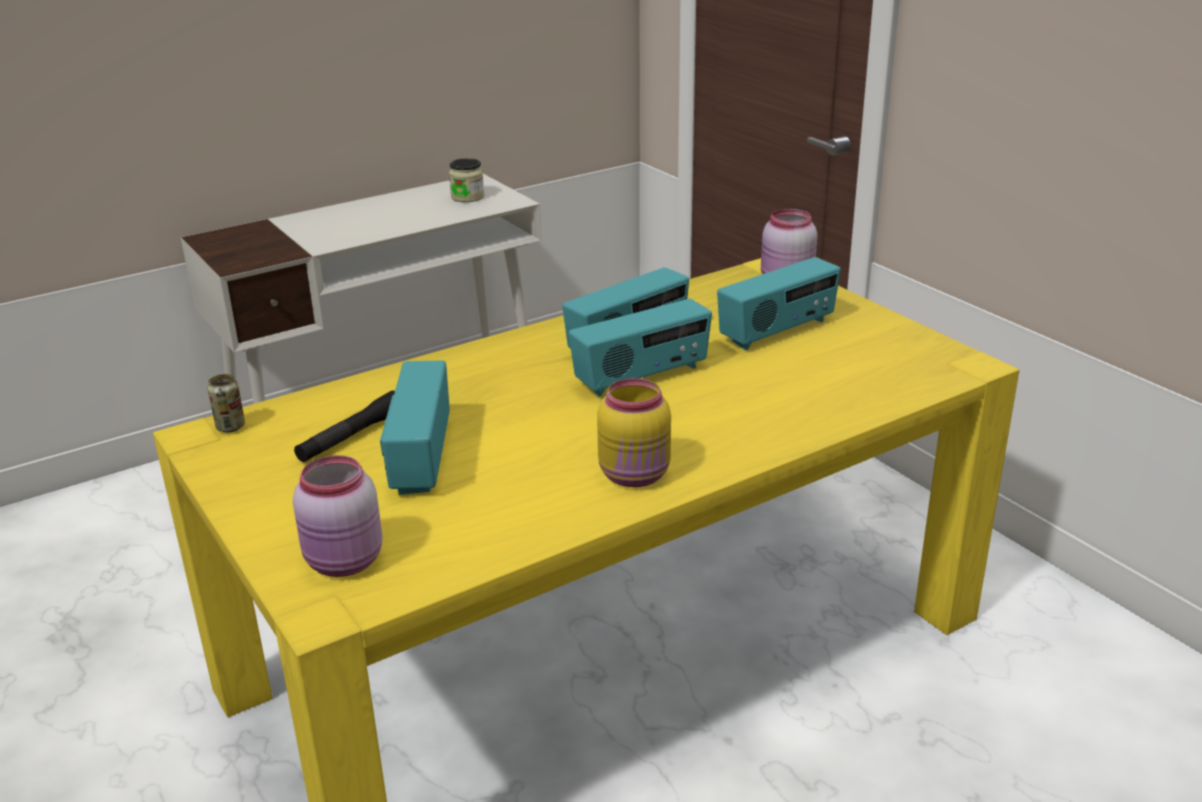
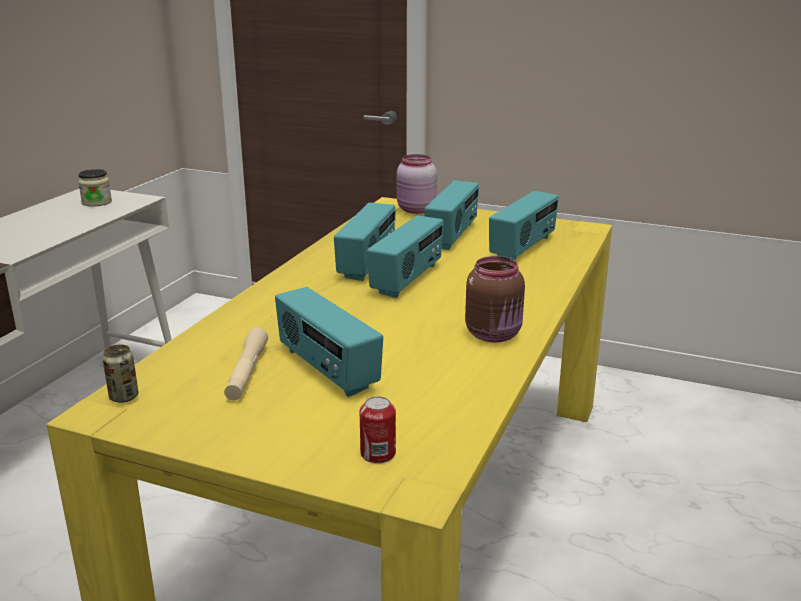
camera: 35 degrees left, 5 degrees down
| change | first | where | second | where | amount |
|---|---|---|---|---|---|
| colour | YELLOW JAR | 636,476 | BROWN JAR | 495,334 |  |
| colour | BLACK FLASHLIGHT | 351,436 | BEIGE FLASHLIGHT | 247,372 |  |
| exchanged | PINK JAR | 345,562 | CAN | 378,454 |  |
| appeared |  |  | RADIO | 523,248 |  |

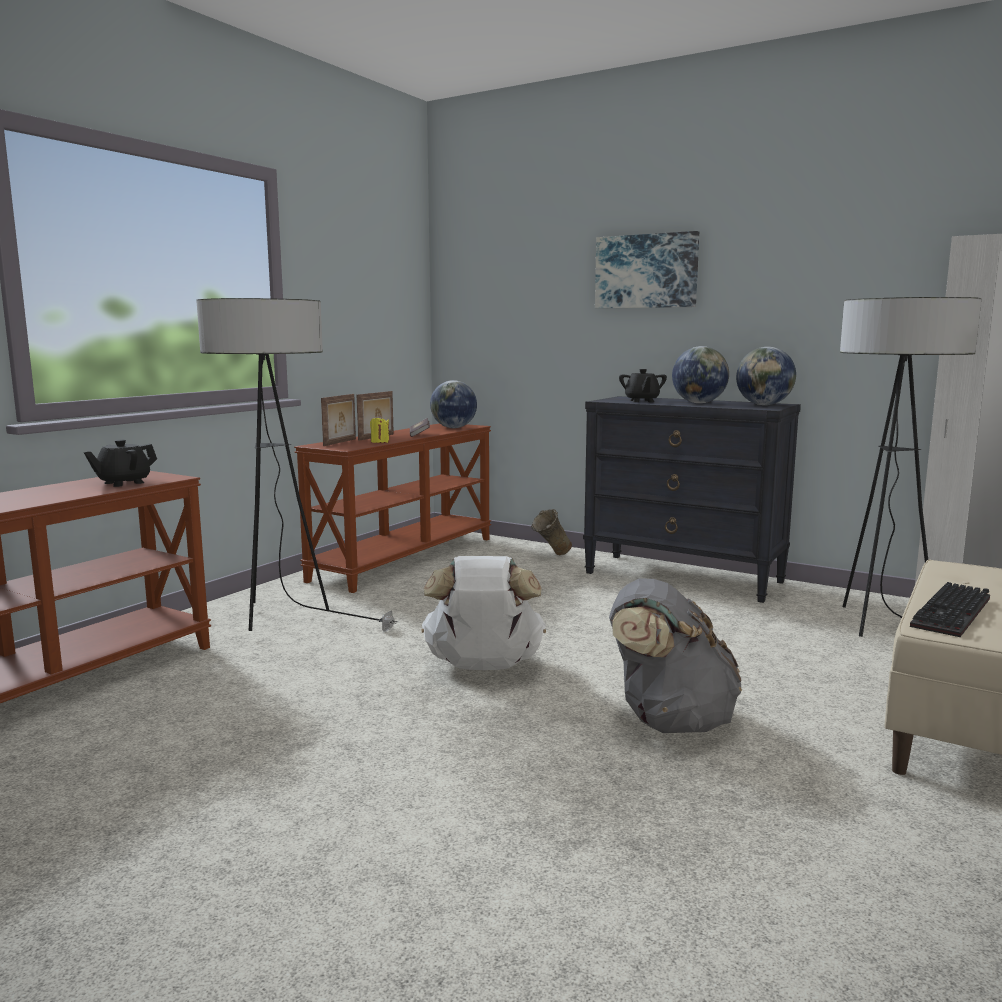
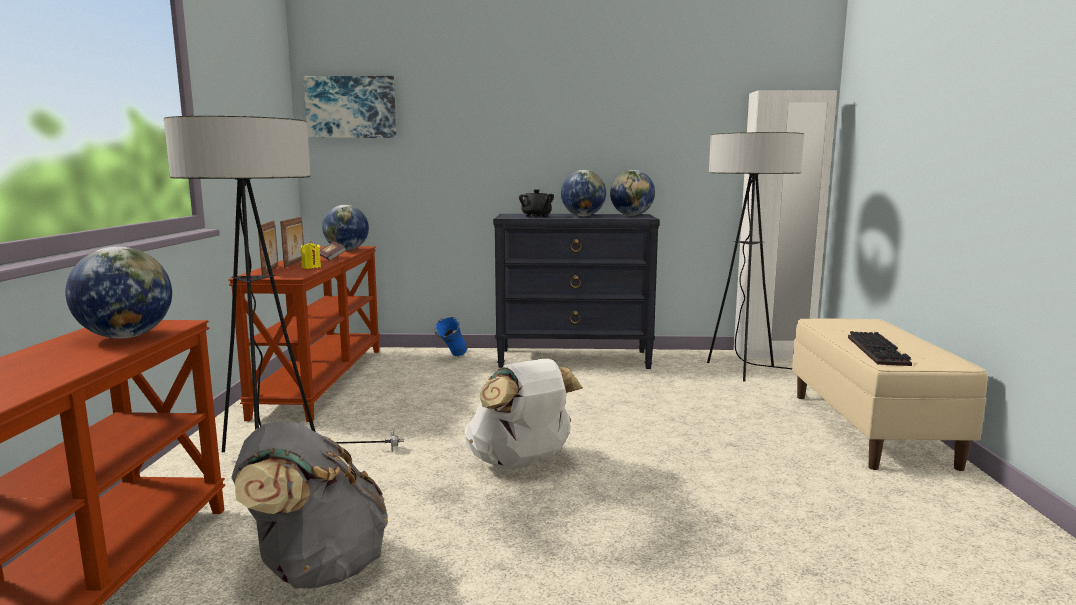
camera: 30 degrees left, 0 degrees up
| change | first | where | second | where | amount |
|---|---|---|---|---|---|
| relocated | PICTURE | 646,271 |  | 351,107 |  |
| exchanged | BLACK TEAPOT | 123,483 | GLOBE | 126,336 |  |
| colour | BEIGE VASE | 551,556 | BLUE VASE | 452,358 |  |
| relocated | GREY BACKPACK | 669,721 |  | 316,568 |  |

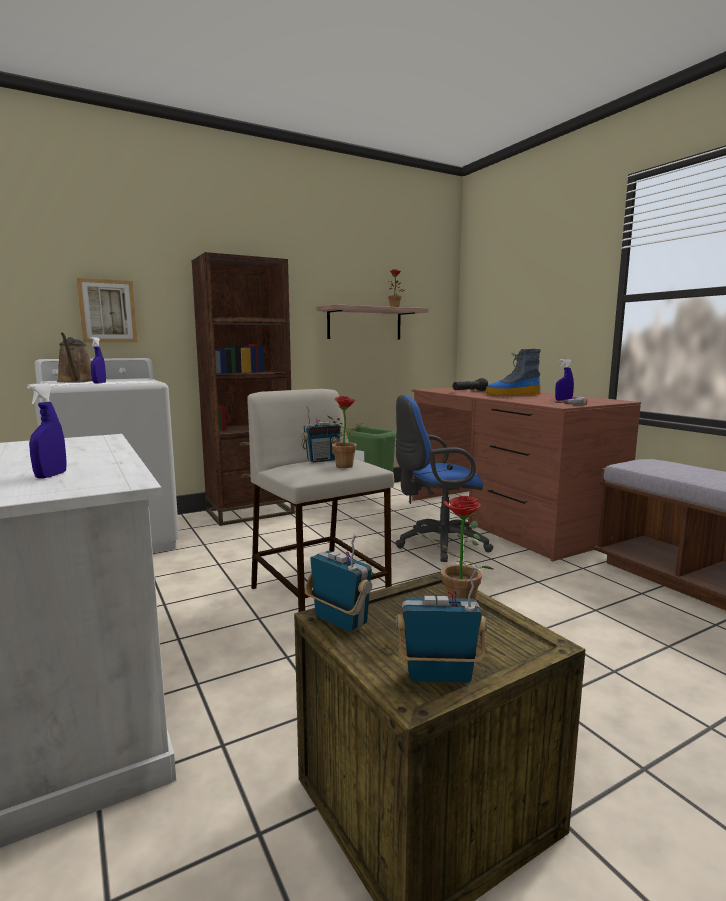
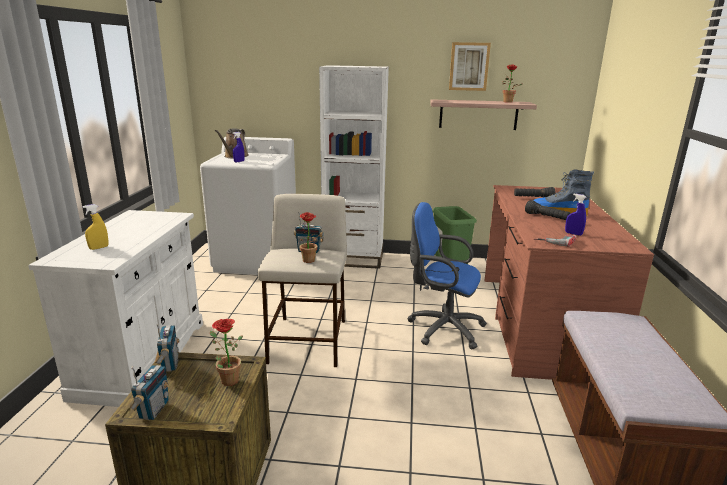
camera: 35 degrees right, 10 degrees up
| change | first | where | second | where | amount |
|---|---|---|---|---|---|
| colour | BROWN BOOKCASE | 250,512 | WHITE BOOKCASE | 353,259 |  |
| relocated | PICTURE | 107,311 |  | 469,66 |  |
| colour | BLUE SPRAY BOTTLE | 51,475 | YELLOW SPRAY BOTTLE | 99,248 |  |
| spun | RADIO | 439,675 |  | 153,409 | 60 degrees clockwise |
| appeared |  |  | BLACK FLASHLIGHT | 546,217 |  |

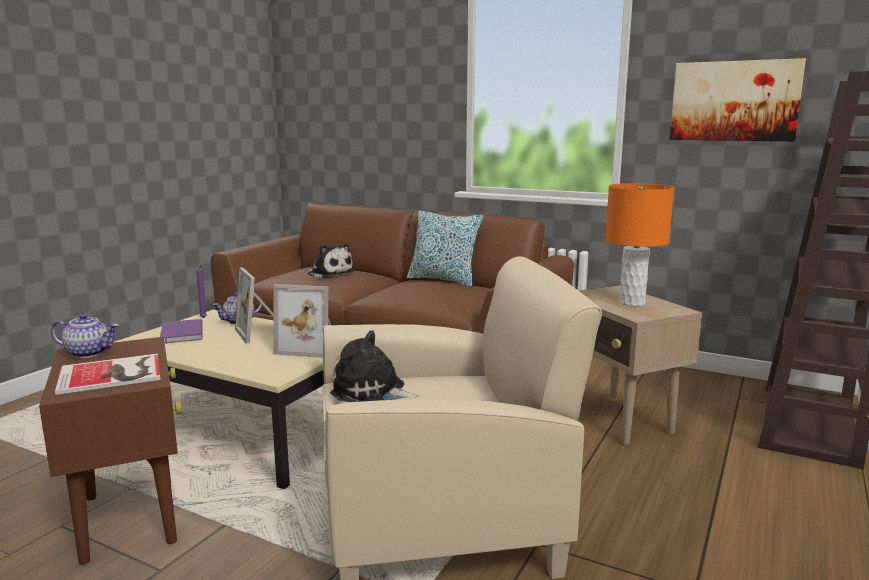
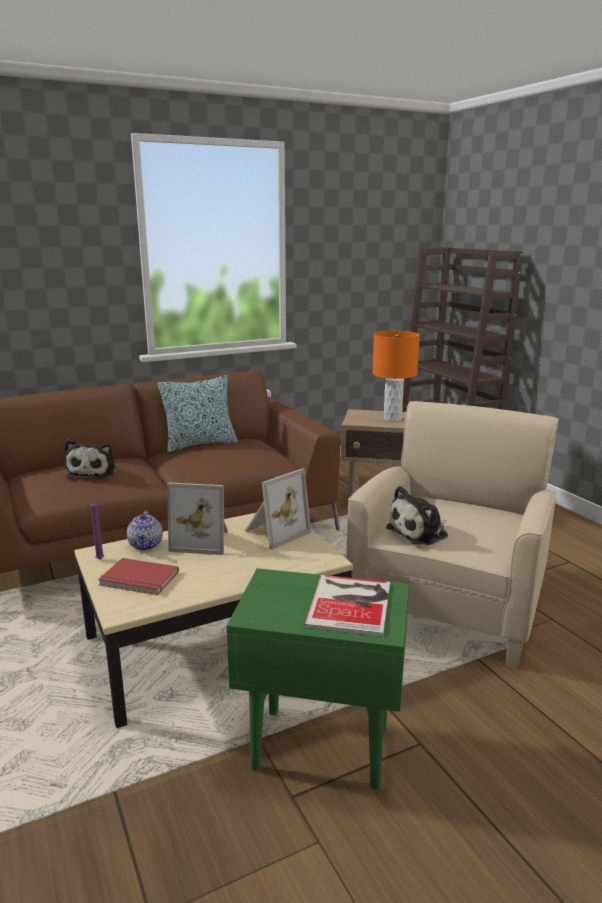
camera: 55 degrees left, 5 degrees up
| change | first | where | second | where | amount |
|---|---|---|---|---|---|
| missing | PICTURE | 734,101 |  |  |  |
| spun | PLUSH TOY | 329,273 |  | 93,472 | 105 degrees clockwise |
| missing | TEAPOT | 89,353 |  |  |  |
| colour | PURPLE BOOK | 180,334 | RED BOOK | 138,580 |  |
| colour | BROWN SIDE TABLE | 130,518 | GREEN SIDE TABLE | 319,747 |  |

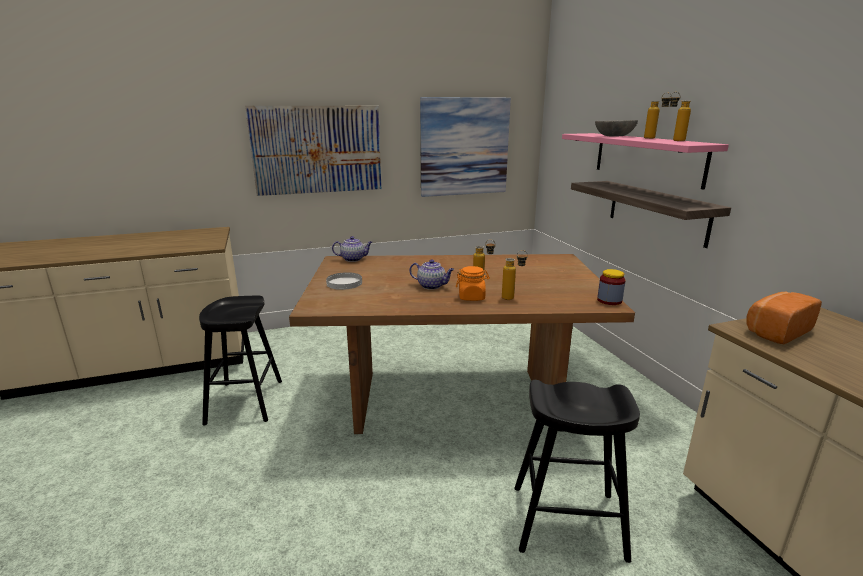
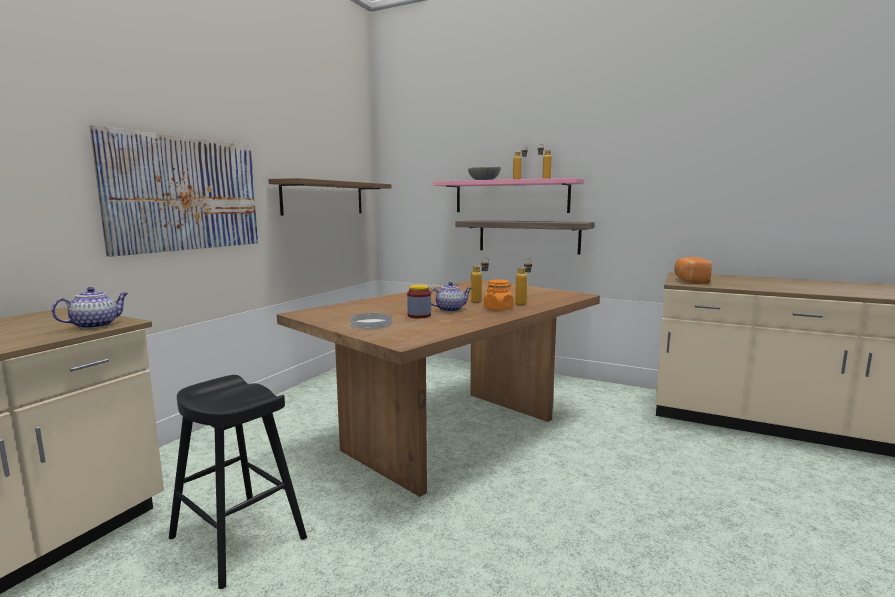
camera: 45 degrees left, 10 degrees down
| change | first | where | second | where | amount |
|---|---|---|---|---|---|
| exchanged | PICTURE | 464,147 | BROWN SHELF | 324,198 |  |
| relocated | TEAPOT | 353,259 |  | 96,325 |  |
| relocated | JAR | 609,300 |  | 419,315 |  |
| missing | BLACK STOOL | 568,522 |  |  |  |

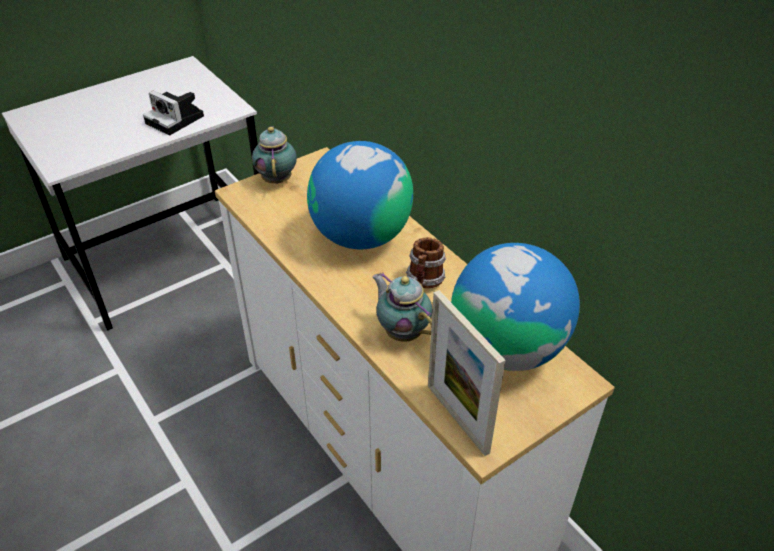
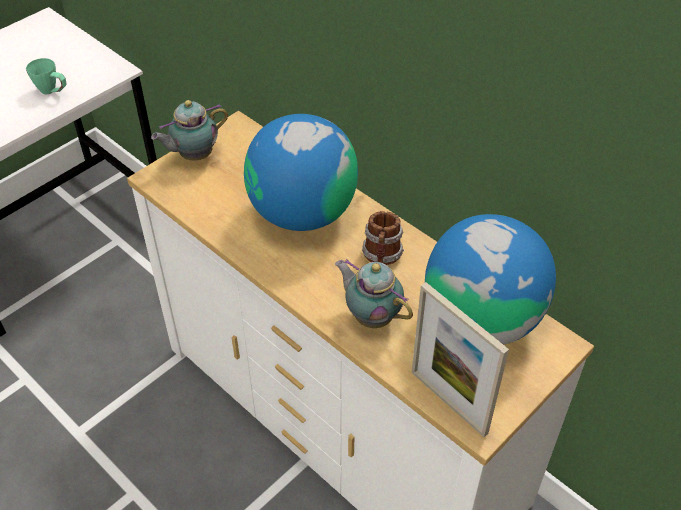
camera: 10 degrees left, 5 degrees up
| change | first | where | second | where | amount |
|---|---|---|---|---|---|
| exchanged | PHOTO CAMERA | 177,120 | GREEN MUG | 53,92 |  |
| spun | TEAPOT | 277,179 |  | 194,156 | 105 degrees counterclockwise |

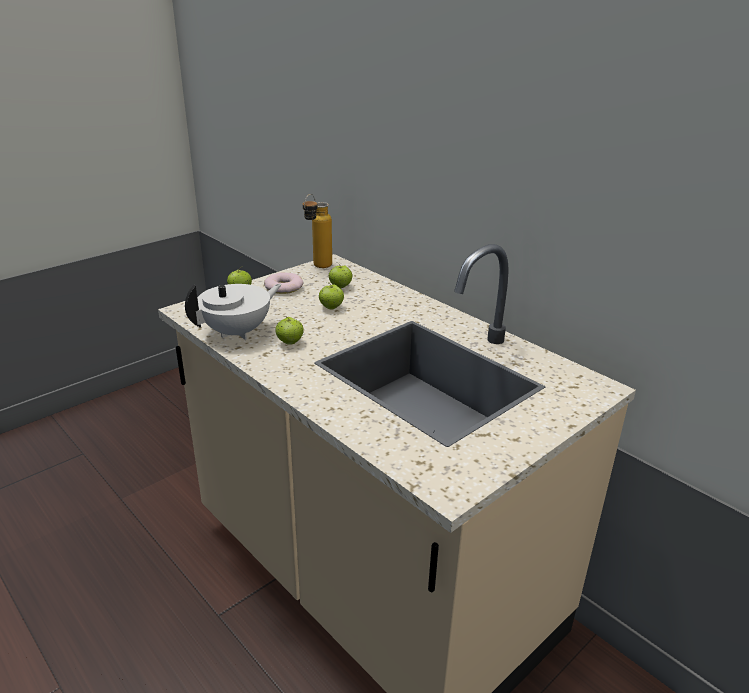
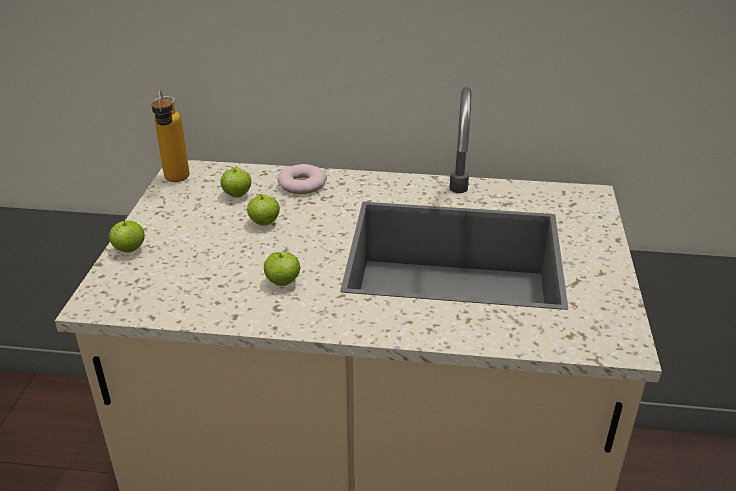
camera: 40 degrees left, 5 degrees up
| change | first | where | second | where | amount |
|---|---|---|---|---|---|
| relocated | DONUT | 283,287 |  | 302,184 |  |
| missing | WHITE TEAPOT | 238,332 |  |  |  |

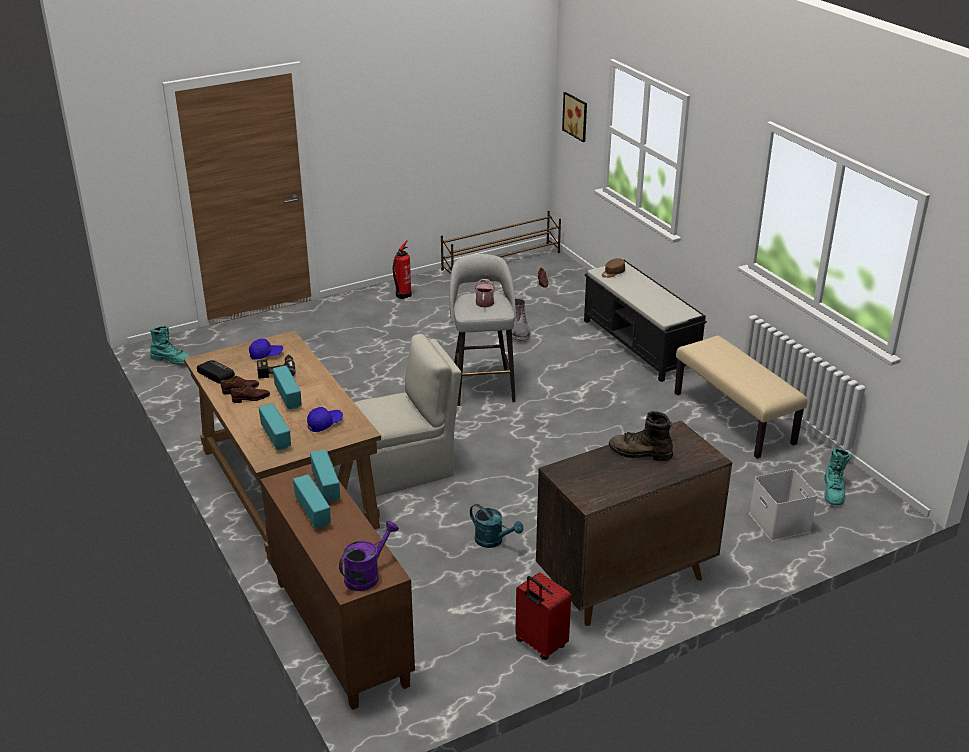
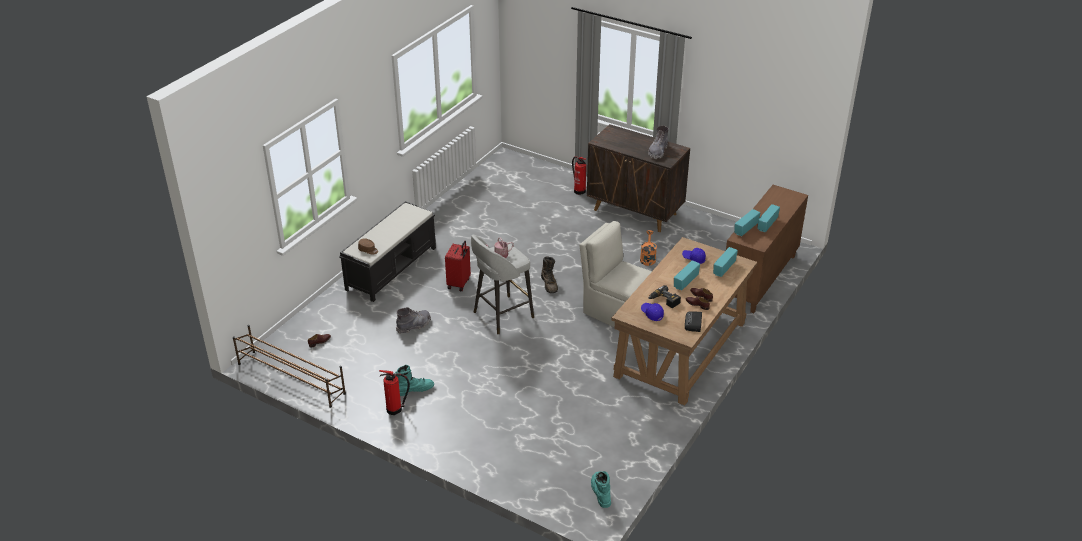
camera: 120 degrees left, 5 degrees up
| change | first | where | second | where | amount |
|---|---|---|---|---|---|
| missing | PICTURE | 576,116 |  |  |  |
| missing | BEIGE BENCH | 734,418 |  |  |  |
| relocated | BROWN BOOT | 640,453 |  | 549,284 |  |
| relocated | TURQUOISE BOOT | 833,491 |  | 414,389 |  |
| missing | WHITE STORAGE BOX | 781,523 |  |  |  |
| colour | TURQUOISE WATERING CAN | 493,541 | ORANGE WATERING CAN | 647,258 |  |
| missing | PURPLE WATERING CAN | 366,575 |  |  |  |
| relocated | RED SUITCASE | 540,645 |  | 459,283 |  |
| appeared |  |  | GREY BOOT | 658,151 |  |
| appeared |  |  | FIRE EXTINGUISHER | 579,190 |  |

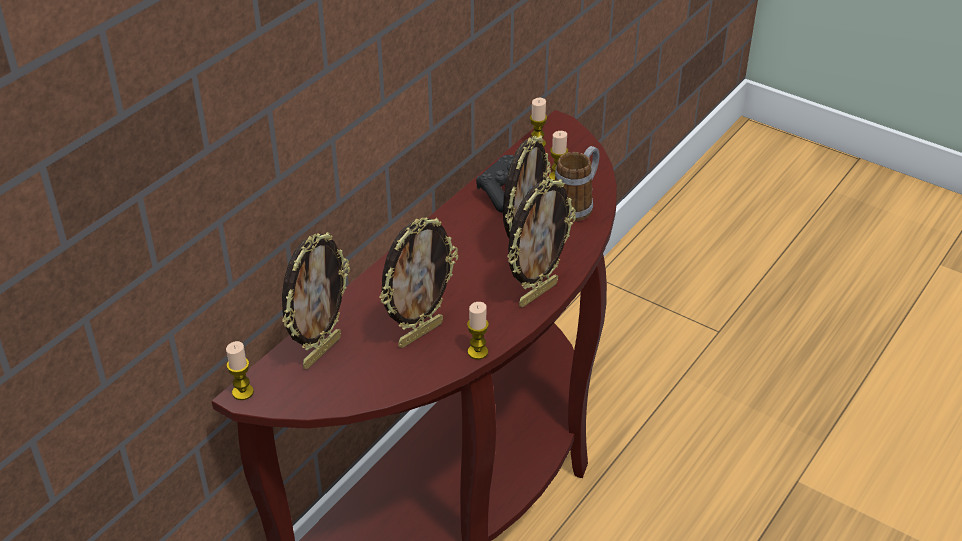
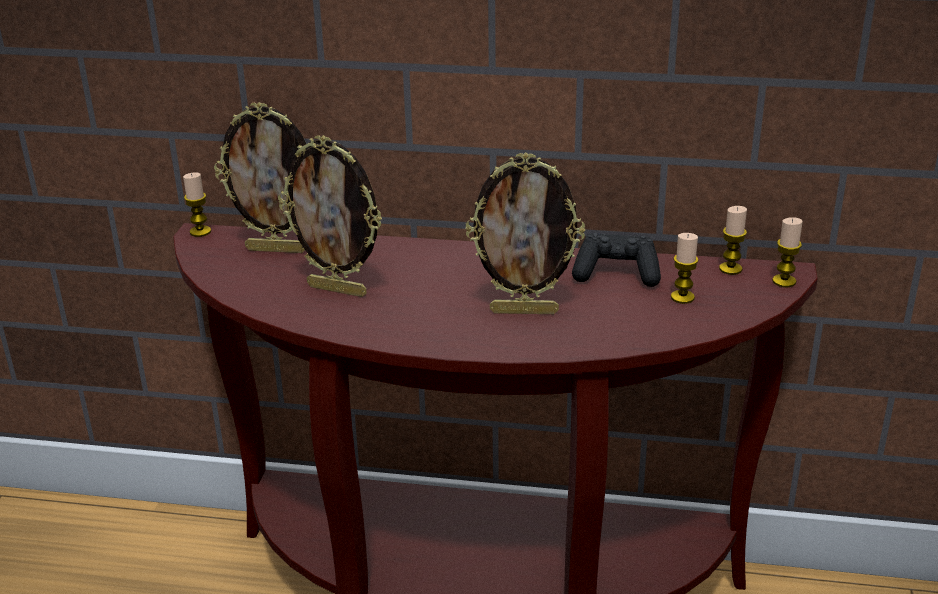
camera: 65 degrees right, 10 degrees down
| change | first | where | second | where | amount |
|---|---|---|---|---|---|
| missing | MUG | 576,205 |  |  |  |
| missing | PICTURE FRAME | 537,293 |  |  |  |
| relocated | CANDLE | 477,352 |  | 784,281 |  |

